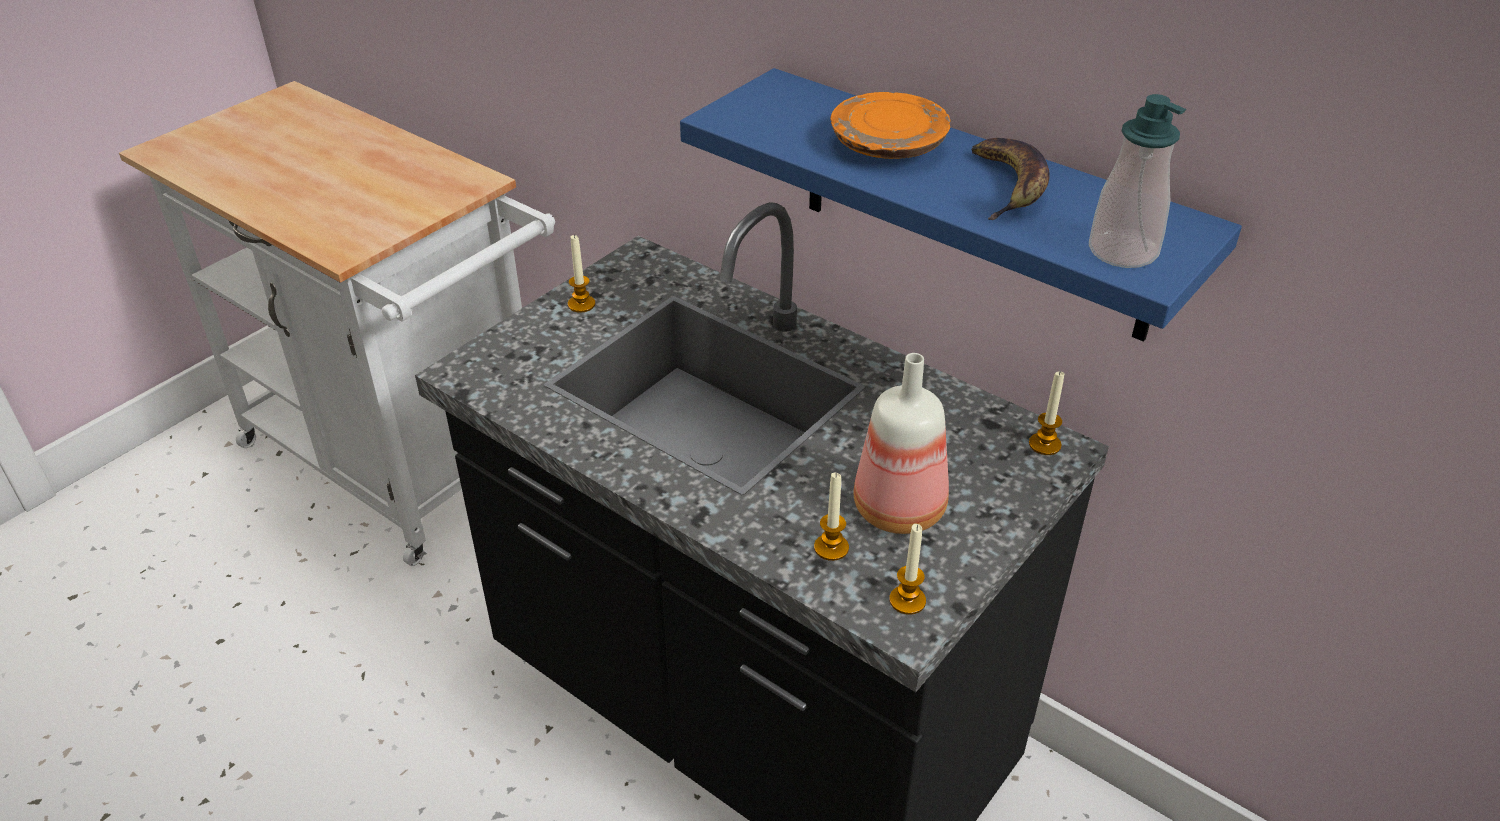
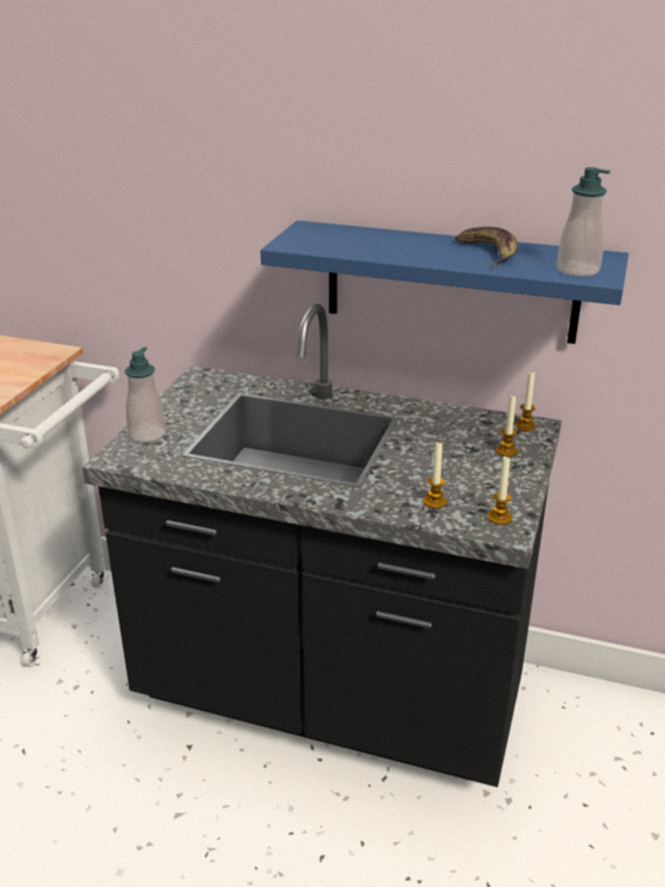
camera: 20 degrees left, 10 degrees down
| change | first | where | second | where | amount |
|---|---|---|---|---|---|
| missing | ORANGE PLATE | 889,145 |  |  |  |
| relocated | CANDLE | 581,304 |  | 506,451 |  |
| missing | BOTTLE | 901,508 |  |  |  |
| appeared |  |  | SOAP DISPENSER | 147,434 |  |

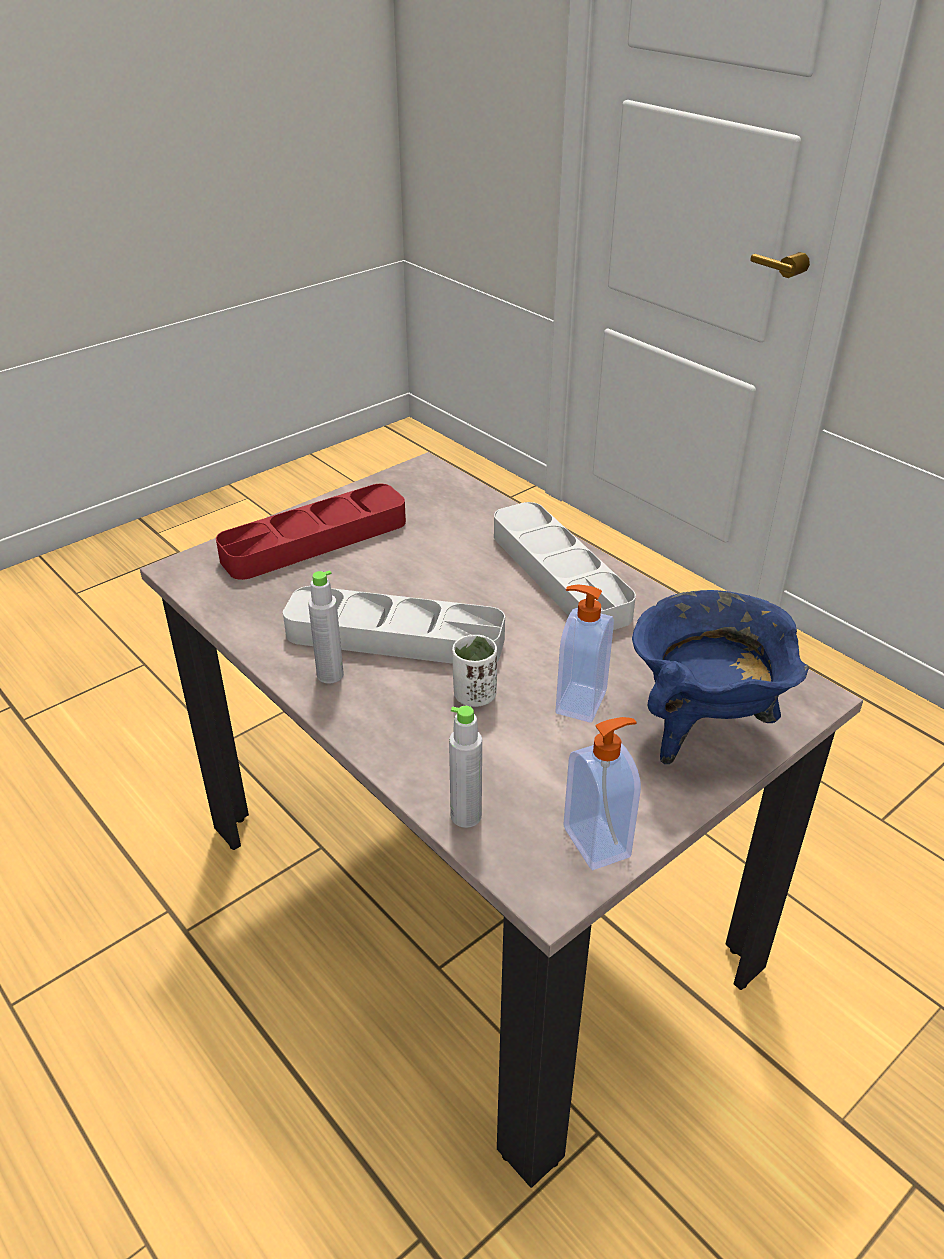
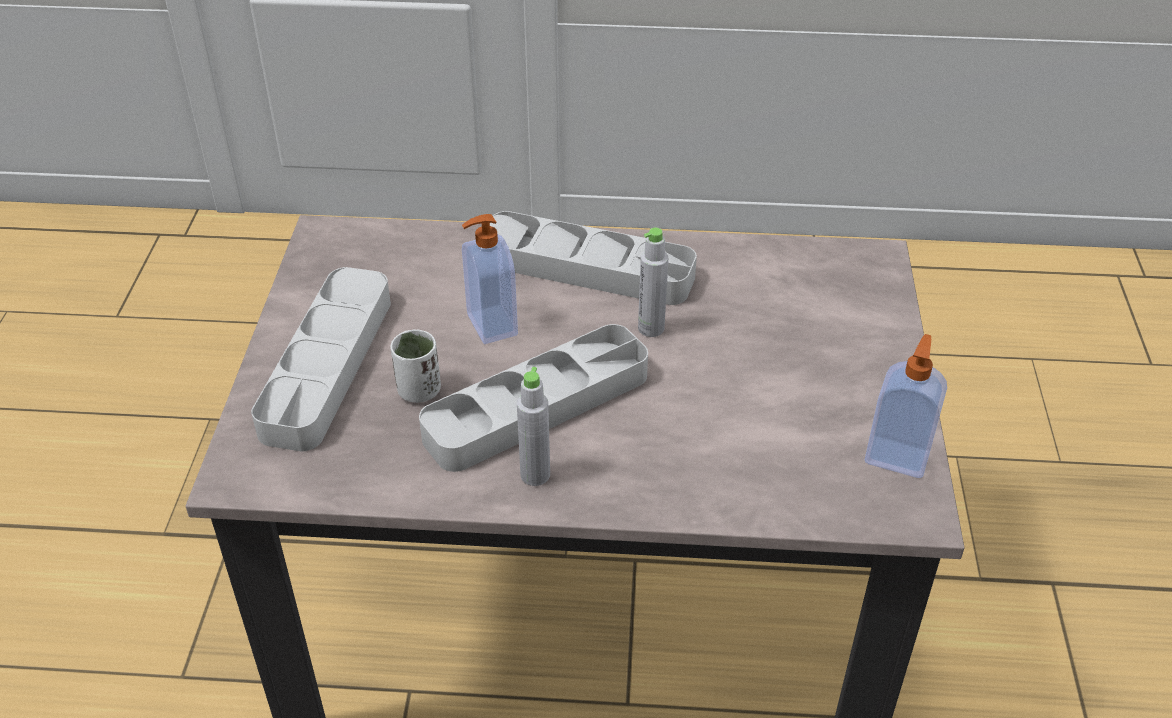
camera: 45 degrees left, 5 degrees up
| change | first | where | second | where | amount |
|---|---|---|---|---|---|
| colour | RED TRAY | 315,540 | GREY TRAY | 327,365 |  |
| relocated | SOAP DISPENSER | 579,702 |  | 490,325 |  |
| missing | BLUE COOKING POT | 702,726 |  |  |  |
| relocated | WHITE CUP | 474,696 |  | 419,391 |  |
| relocated | GREY BOTTLE | 466,816 |  | 651,328 |  |

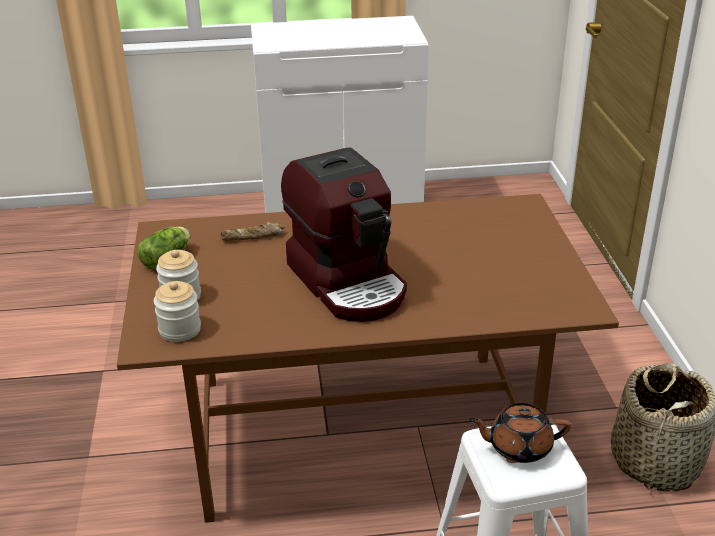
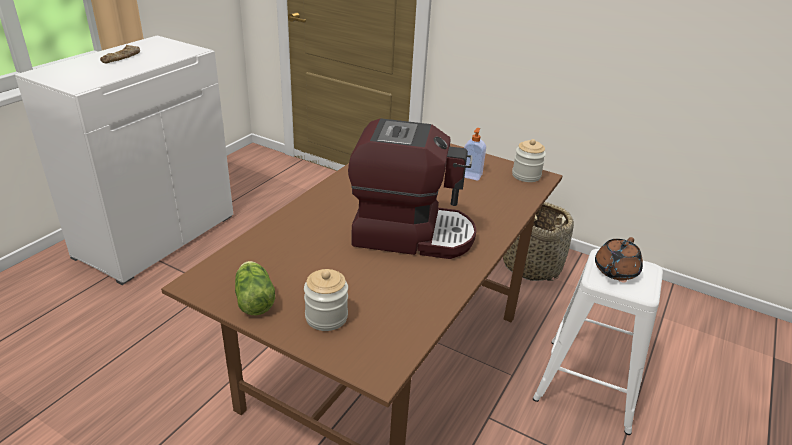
camera: 55 degrees left, 0 degrees up
| change | first | where | second | where | amount |
|---|---|---|---|---|---|
| relocated | BREAD | 253,237 |  | 122,58 |  |
| relocated | JAR | 180,330 |  | 526,175 |  |
| appeared |  |  | SOAP DISPENSER | 471,175 |  |

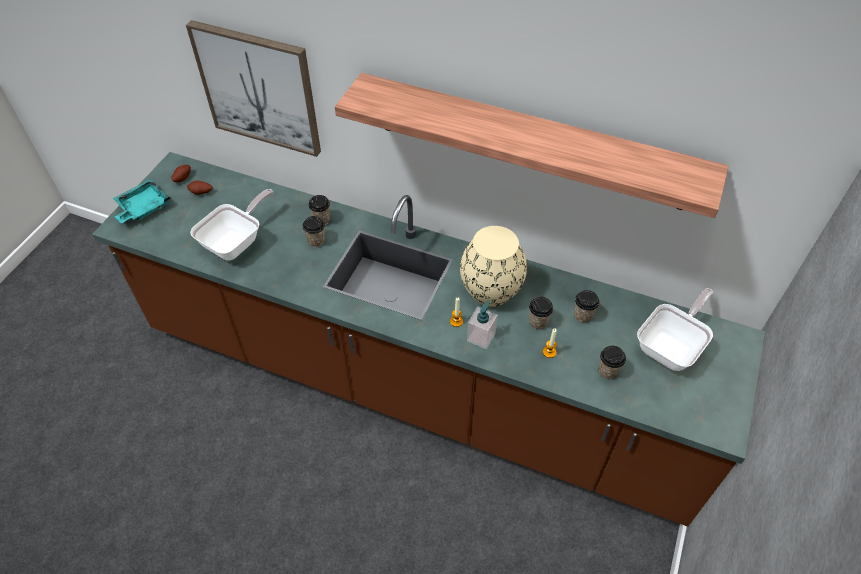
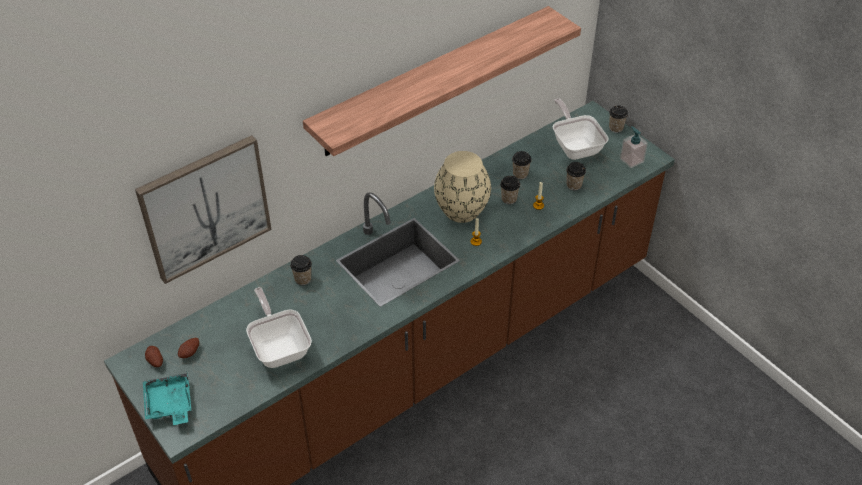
camera: 60 degrees left, 5 degrees down
| change | first | where | second | where | amount |
|---|---|---|---|---|---|
| relocated | CUP | 316,241 |  | 616,128 |  |
| relocated | SOAP DISPENSER | 481,337 |  | 631,160 |  |

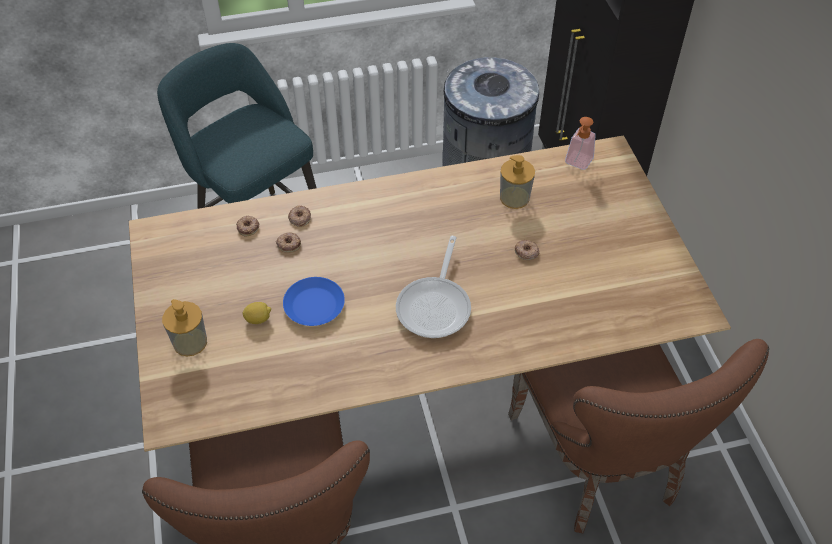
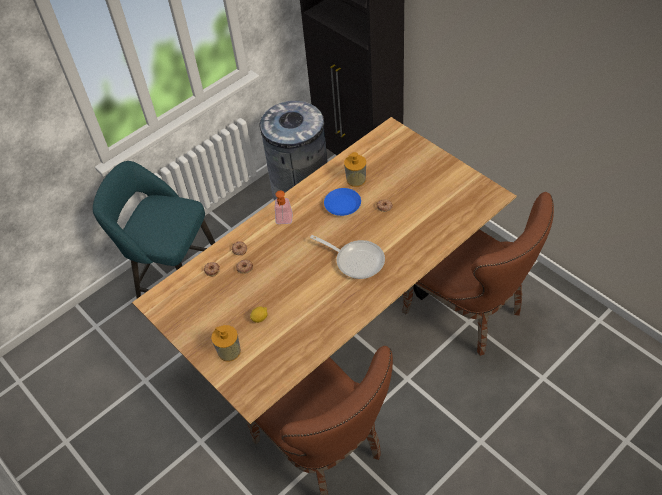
camera: 25 degrees left, 0 degrees up
| change | first | where | second | where | amount |
|---|---|---|---|---|---|
| relocated | SOAP DISPENSER | 576,163 |  | 284,221 |  |
| spun | FRYING PAN | 436,306 |  | 356,260 | 45 degrees counterclockwise |
| relocated | BLUE PLATE | 315,306 |  | 343,204 |  |

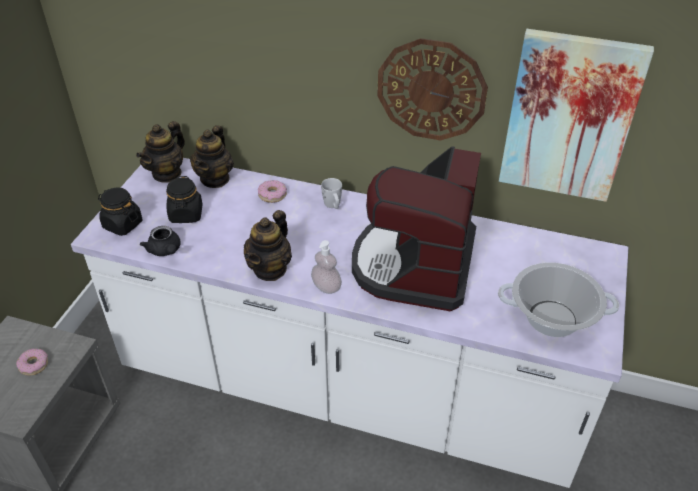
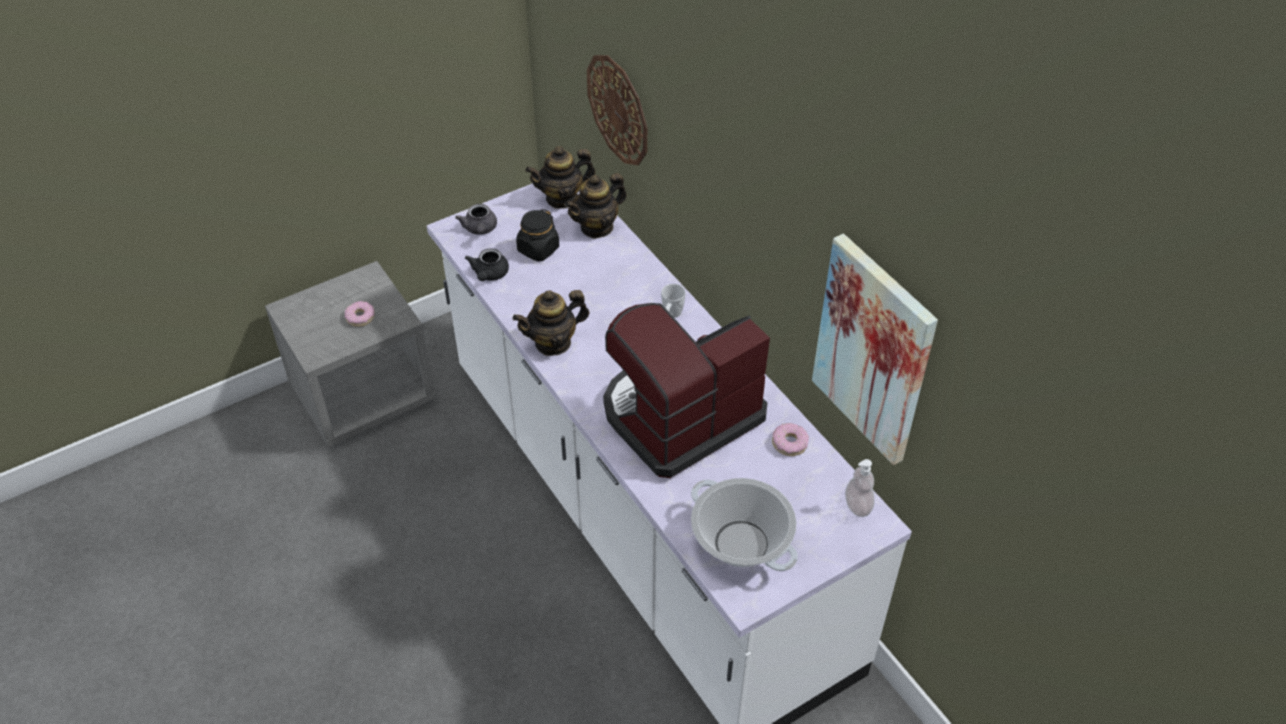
camera: 40 degrees right, 5 degrees up
| change | first | where | second | where | amount |
|---|---|---|---|---|---|
| relocated | WALL CLOCK | 431,90 |  | 618,109 |  |
| relocated | DONUT | 272,195 |  | 789,443 |  |
| exchanged | BLACK JAR | 122,224 | GREY TEAPOT | 480,229 |  |
| relocated | SOAP DISPENSER | 326,287 |  | 858,505 |  |

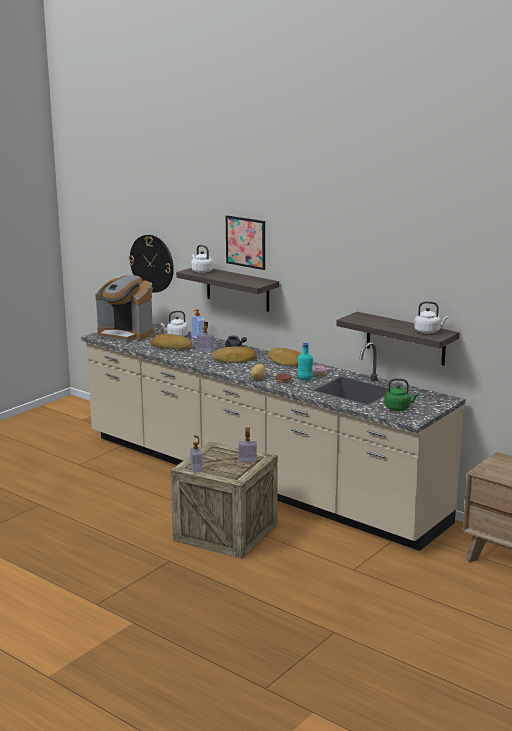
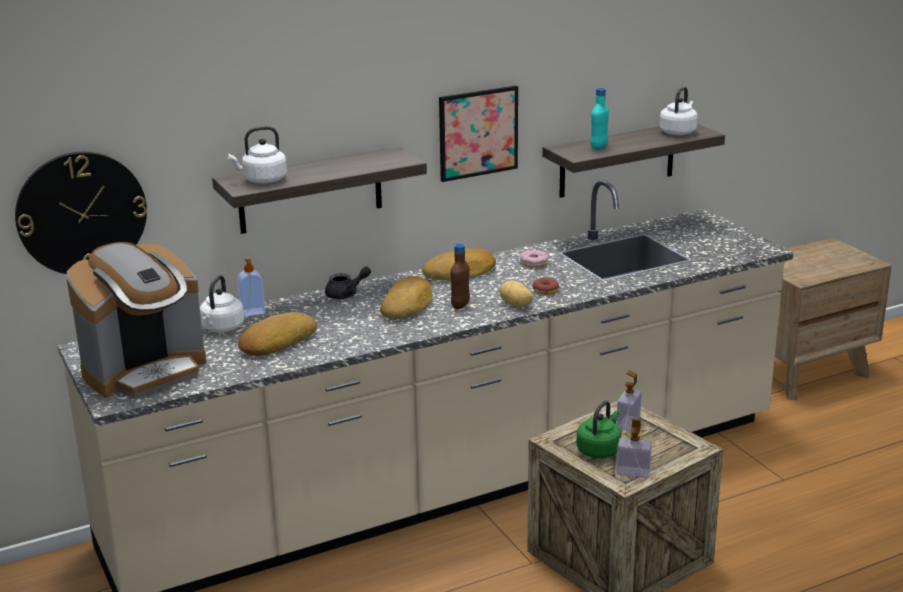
camera: 65 degrees left, 5 degrees up
| change | first | where | second | where | amount |
|---|---|---|---|---|---|
| relocated | PICTURE | 246,242 |  | 478,133 |  |
| missing | SOAP DISPENSER | 205,350 |  |  |  |
| relocated | TURQUOISE BOTTLE | 305,379 |  | 599,147 |  |
| relocated | GREEN KETTLE | 399,408 |  | 599,450 |  |
| appeared |  |  | BROWN BOTTLE | 460,305 |  |

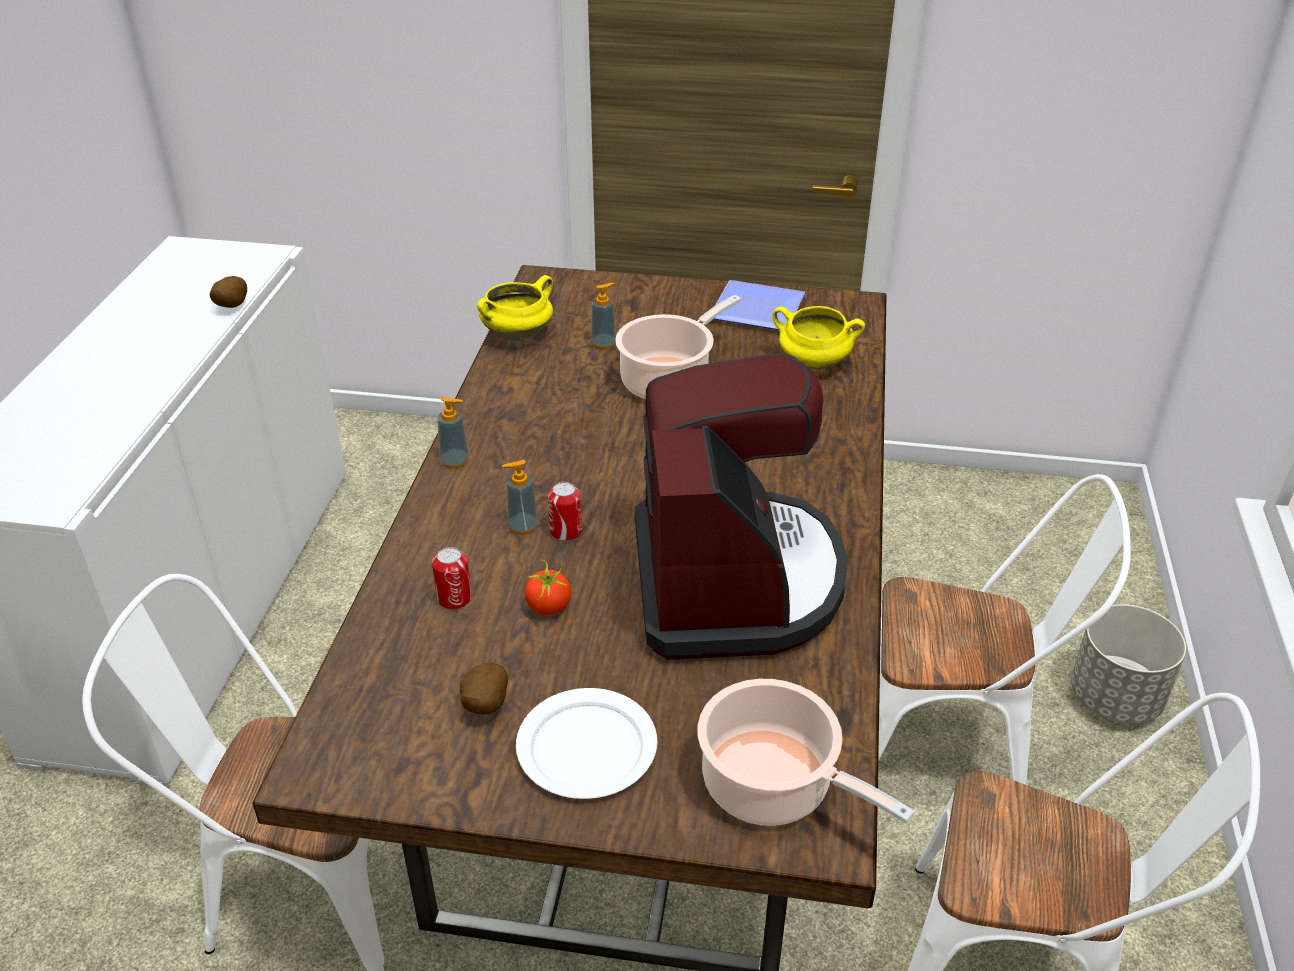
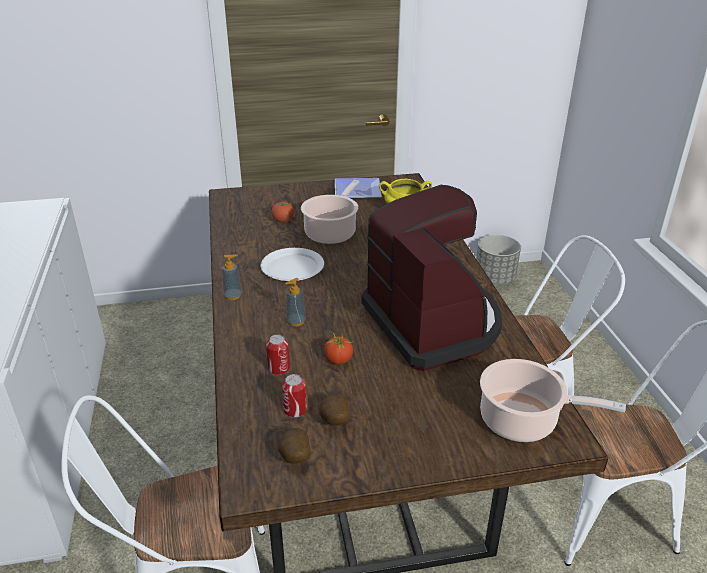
camera: 20 degrees left, 5 degrees down
| change | first | where | second | where | amount |
|---|---|---|---|---|---|
| missing | YELLOW COOKING POT | 518,334 |  |  |  |
| relocated | POTATO | 230,307 |  | 294,459 |  |
| exchanged | SOAP DISPENSER | 603,344 | TOMATO | 283,221 |  |
| relocated | CAN | 566,531 |  | 295,409 |  |
| relocated | GREY PLANTER | 1115,698 |  | 494,278 |  |
| relocated | WHITE PLATE | 585,748 |  | 292,267 |  |

